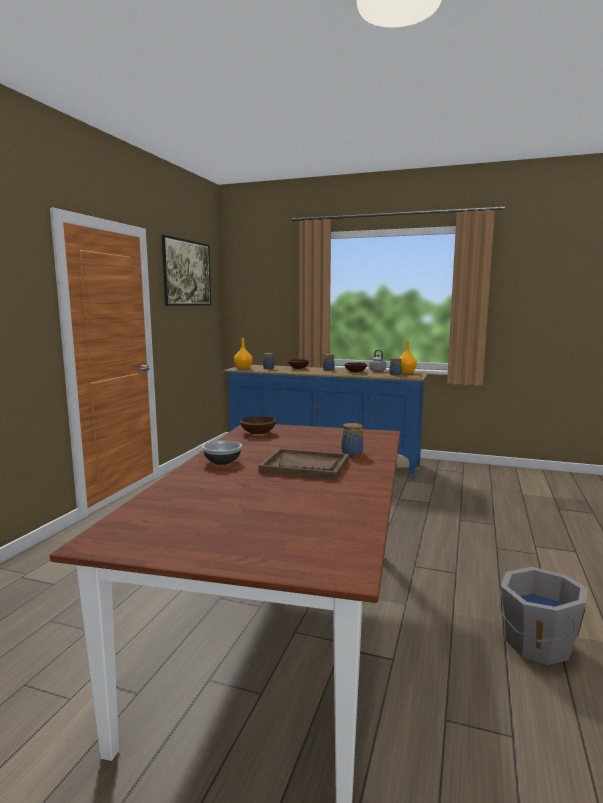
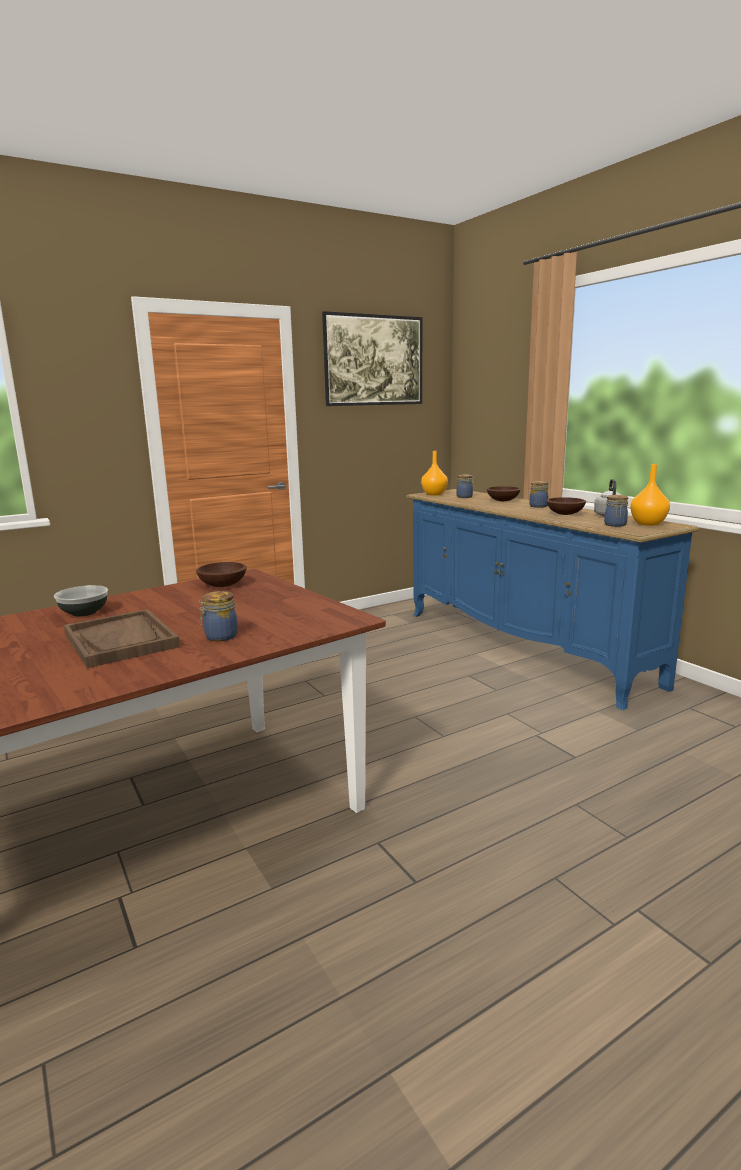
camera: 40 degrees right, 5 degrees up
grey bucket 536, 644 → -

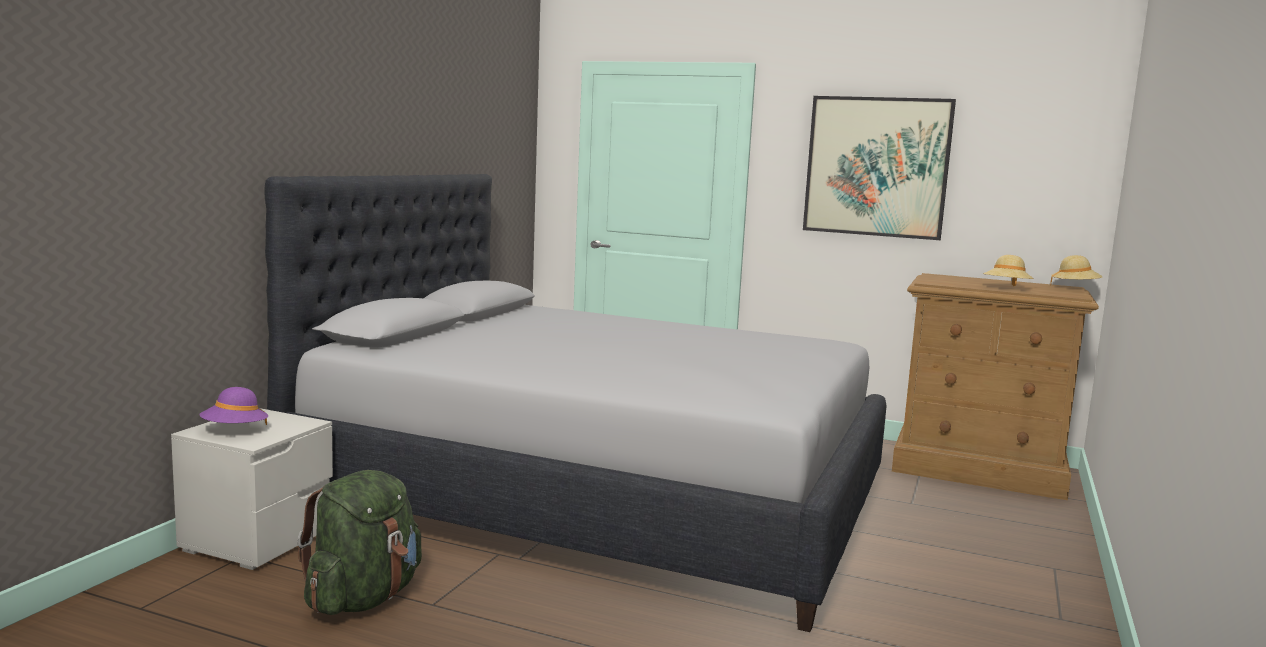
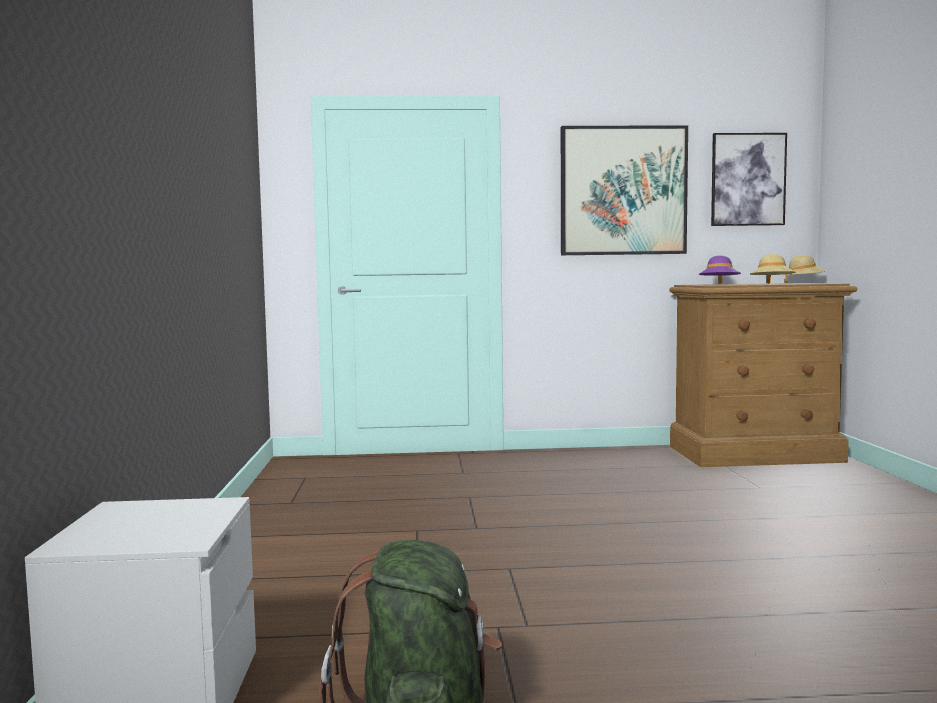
camera: 25 degrees left, 5 degrees down
grey bed 596, 494 → -
- → picture 748, 179
purple hat 234, 430 → purple hat 719, 284, relocated

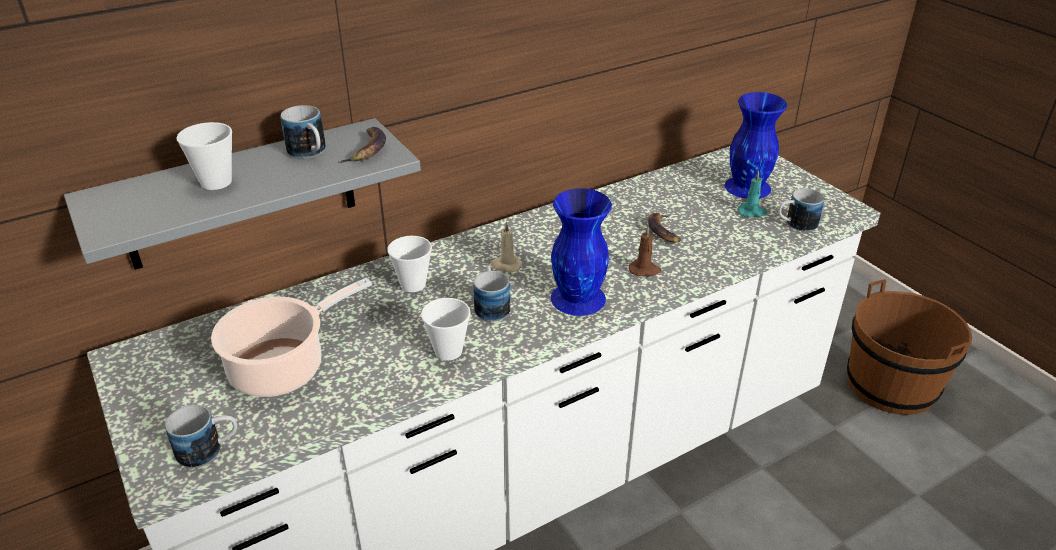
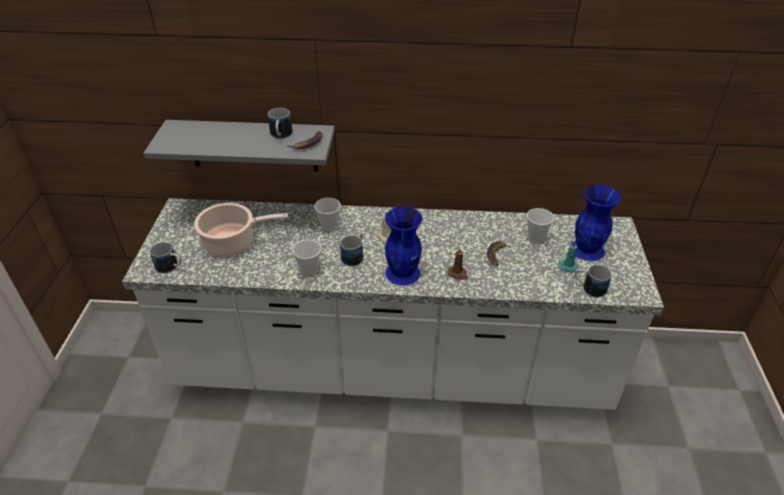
camera: 35 degrees right, 5 degrees up
brown bucket 891, 385 → -
cup 216, 182 → cup 536, 237, relocated

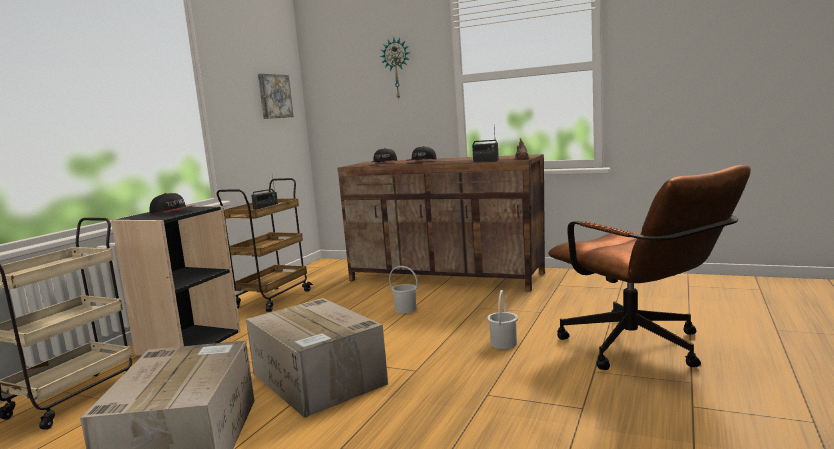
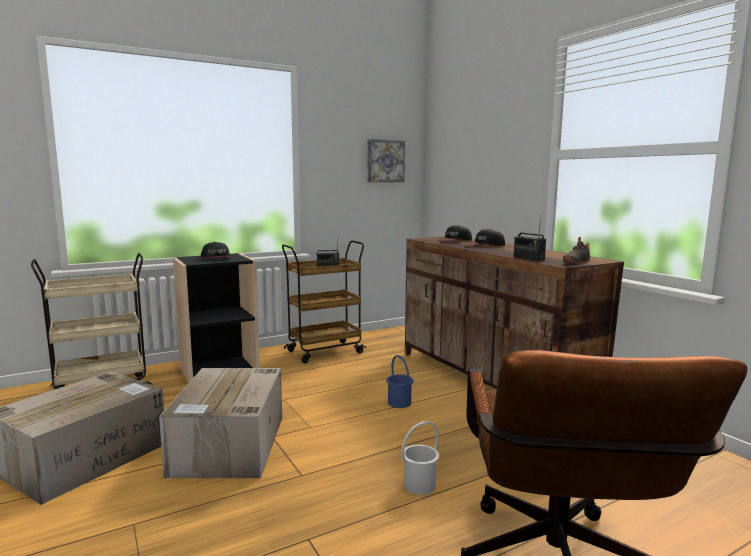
camera: 35 degrees right, 0 degrees up
wall clock 397, 68 → -
white bucket 405, 310 → blue bucket 399, 403

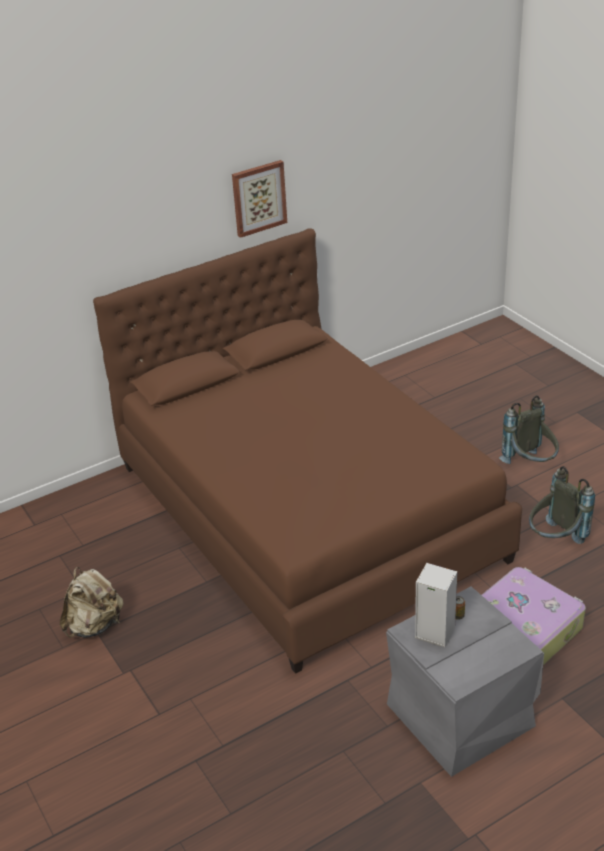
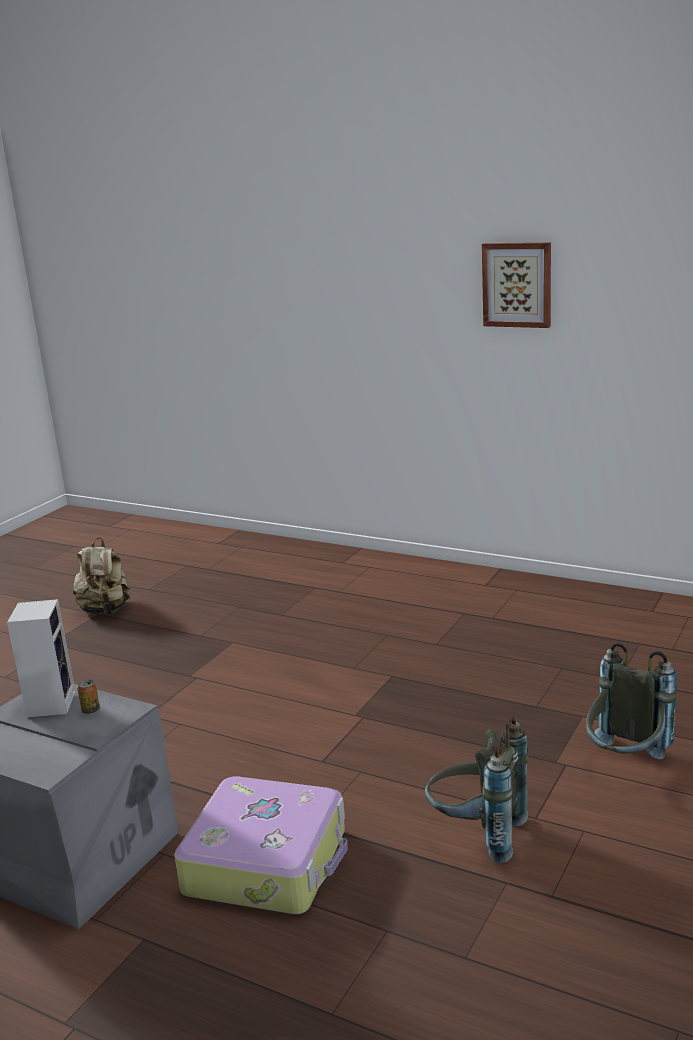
camera: 60 degrees right, 15 degrees down
brown bed 307, 511 → -

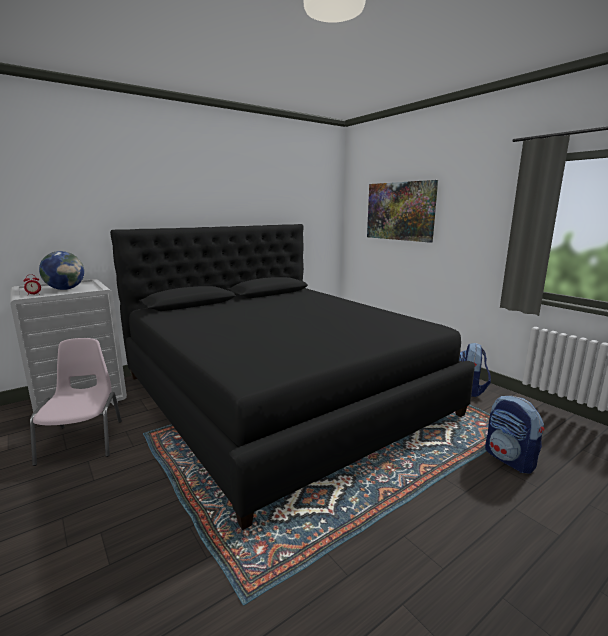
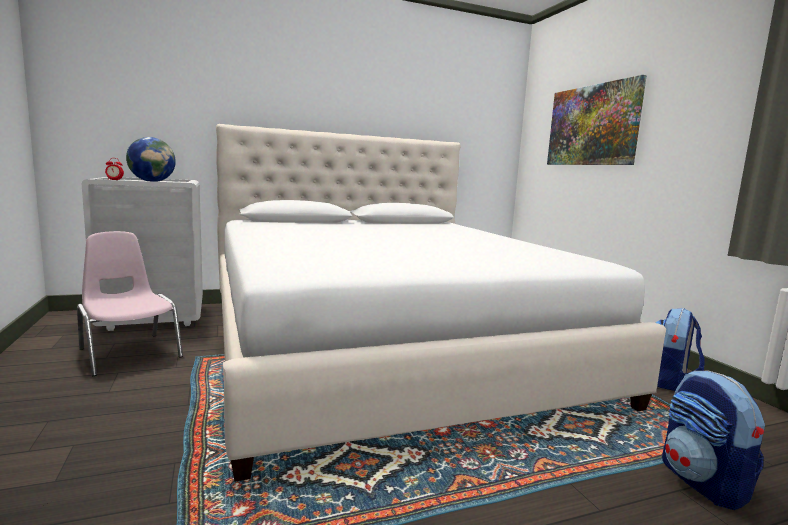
camera: 15 degrees right, 5 degrees down
black bed 281, 394 → white bed 385, 345
pink chair 83, 440 → pink chair 129, 353, 45 degrees counterclockwise

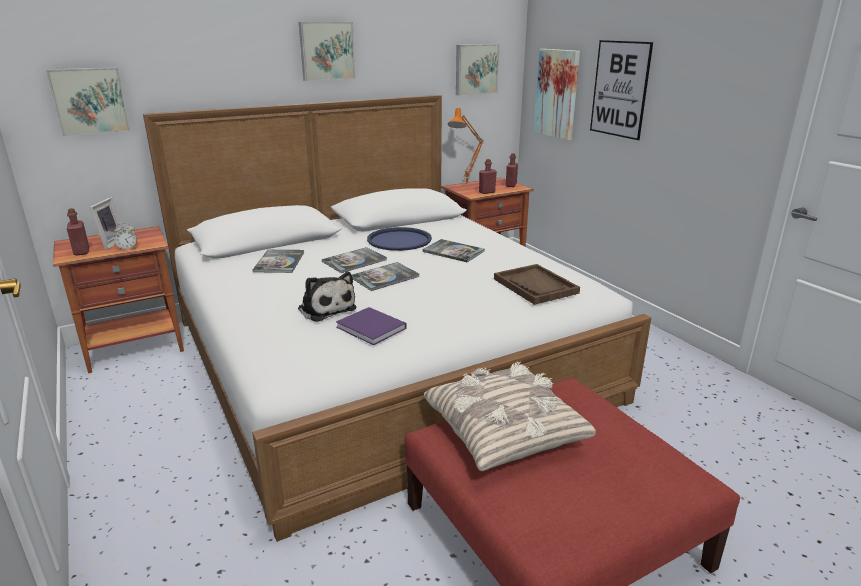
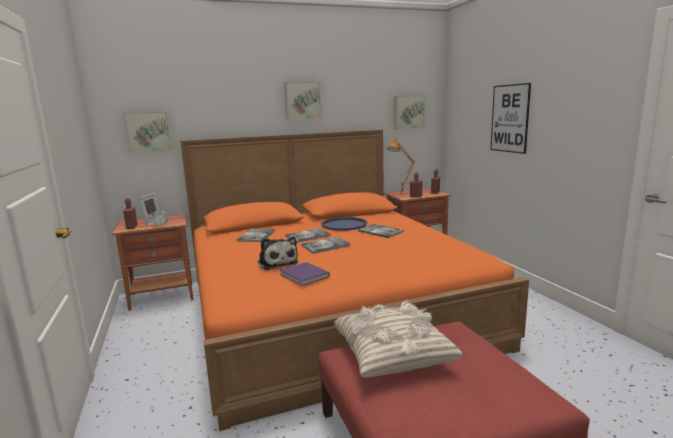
camera: 10 degrees right, 10 degrees down
brown tray 535, 286 → -
picture 557, 94 → -
white bed 383, 357 → orange bed 329, 310

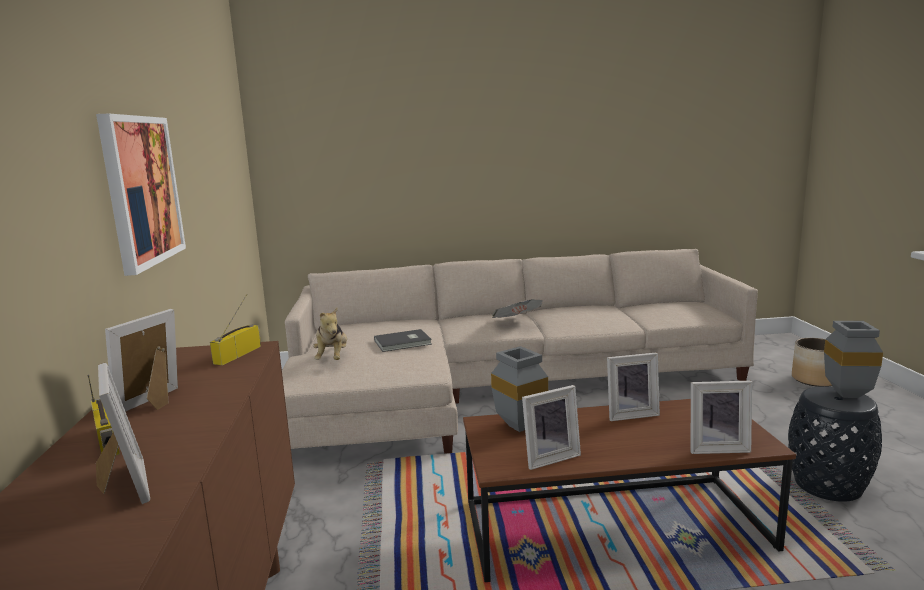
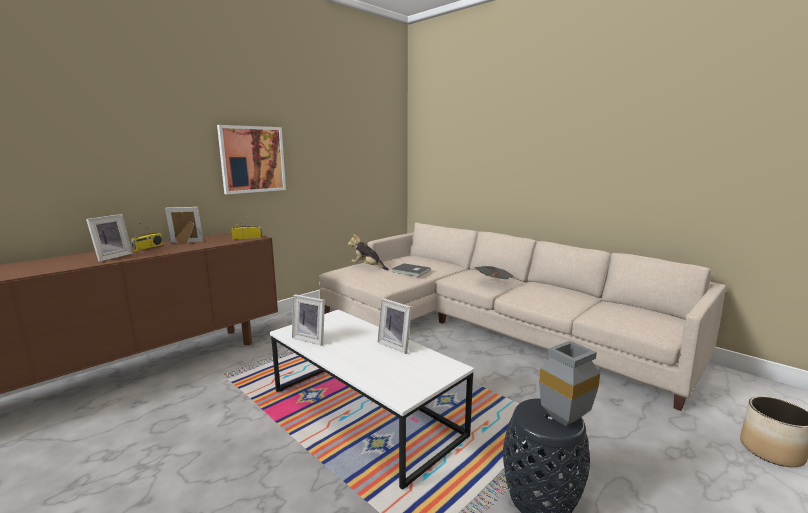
camera: 50 degrees right, 0 degrees up
grey vase 522, 427 → -
picture frame 716, 447 → -
brown coffee table 613, 527 → white coffee table 364, 413
plush toy 332, 358 → plush toy 367, 267, 75 degrees clockwise

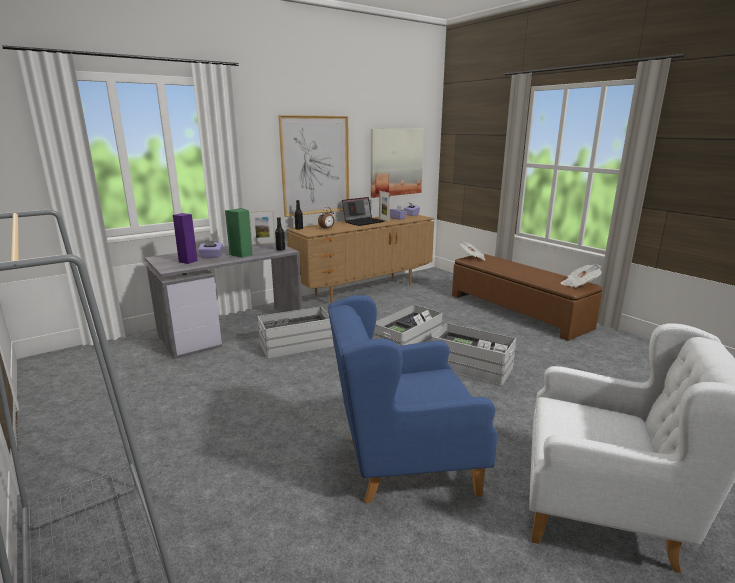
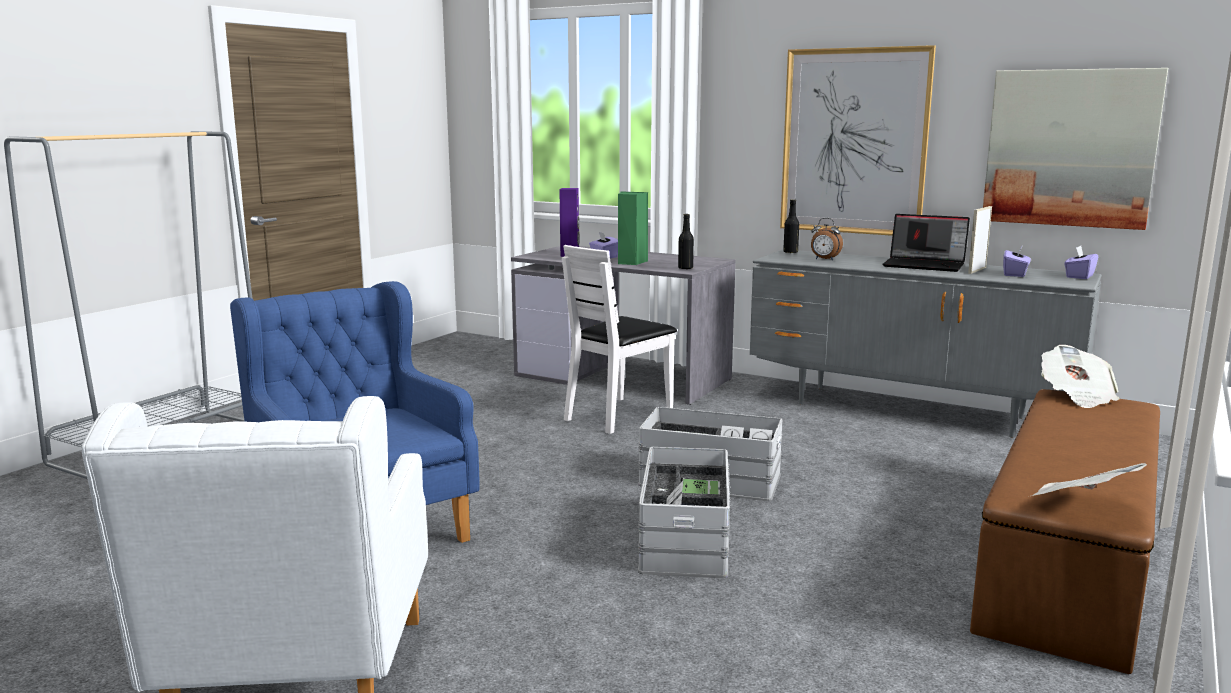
camera: 65 degrees right, 5 degrees down
picture frame 263, 243 → -
grey storage box 296, 345 → white chair 618, 416
brown dresser 365, 290 → grey dresser 907, 411

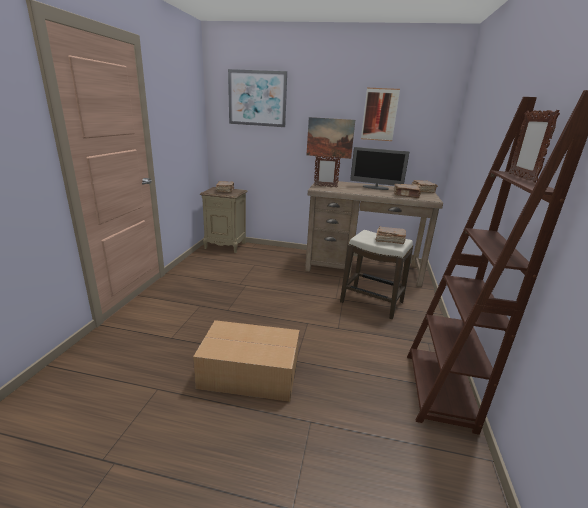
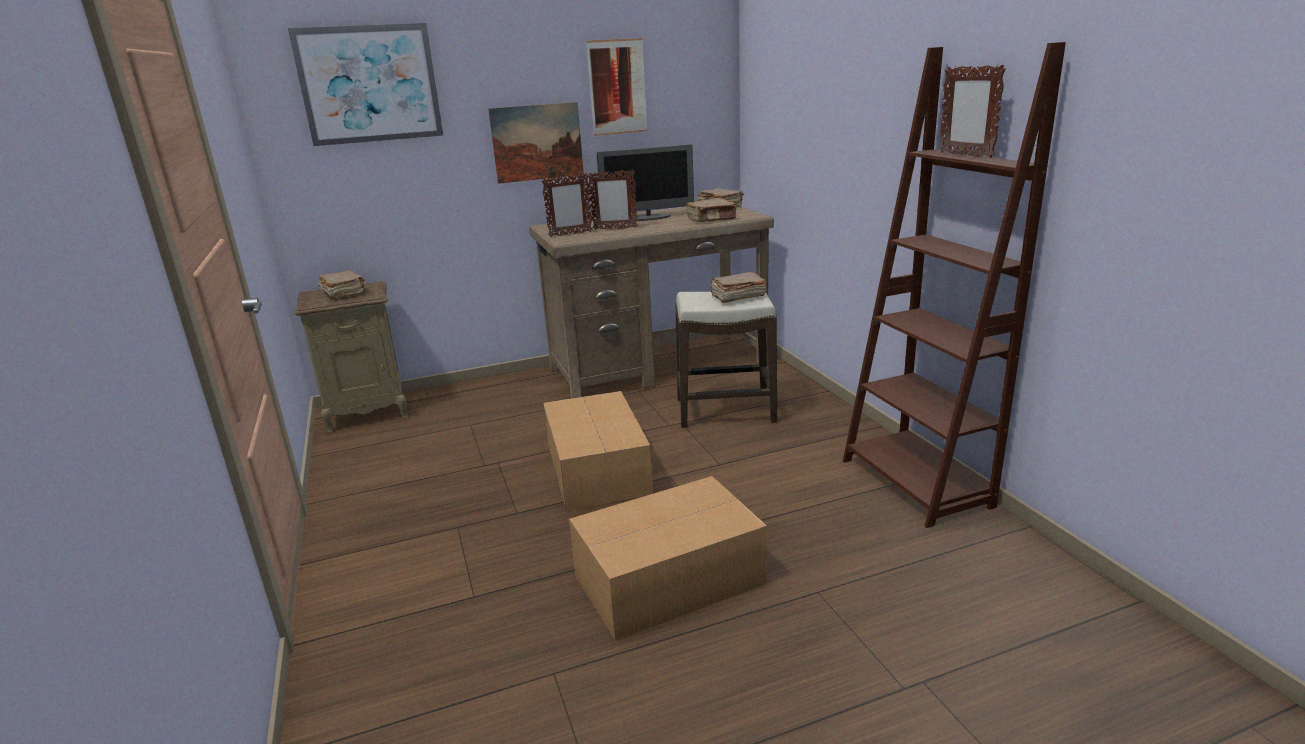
camera: 30 degrees left, 0 degrees up
- → cardboard box 598, 469
- → picture frame 615, 229

